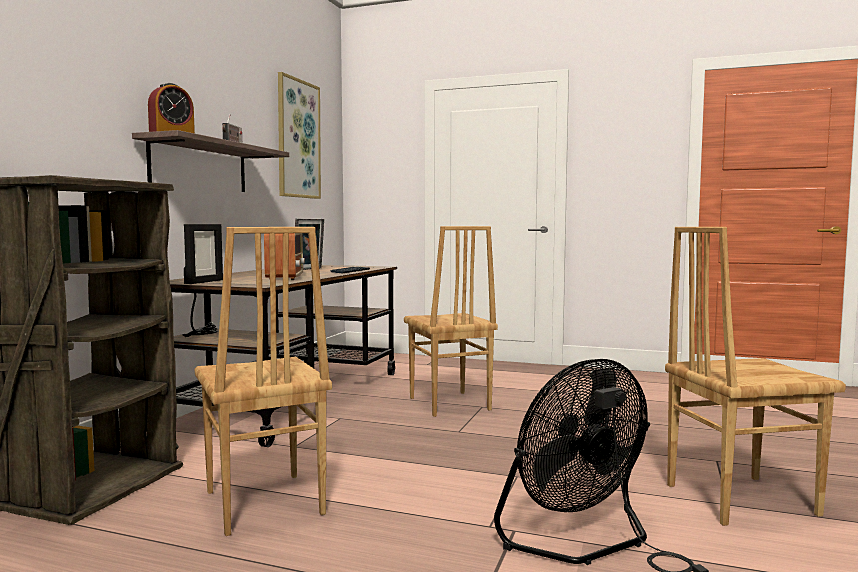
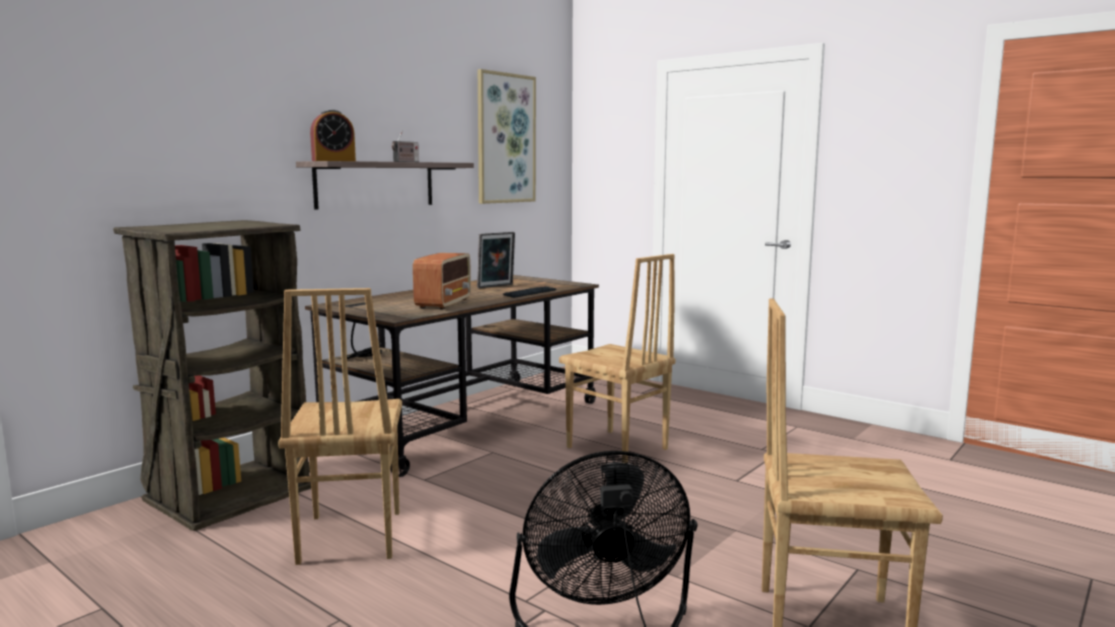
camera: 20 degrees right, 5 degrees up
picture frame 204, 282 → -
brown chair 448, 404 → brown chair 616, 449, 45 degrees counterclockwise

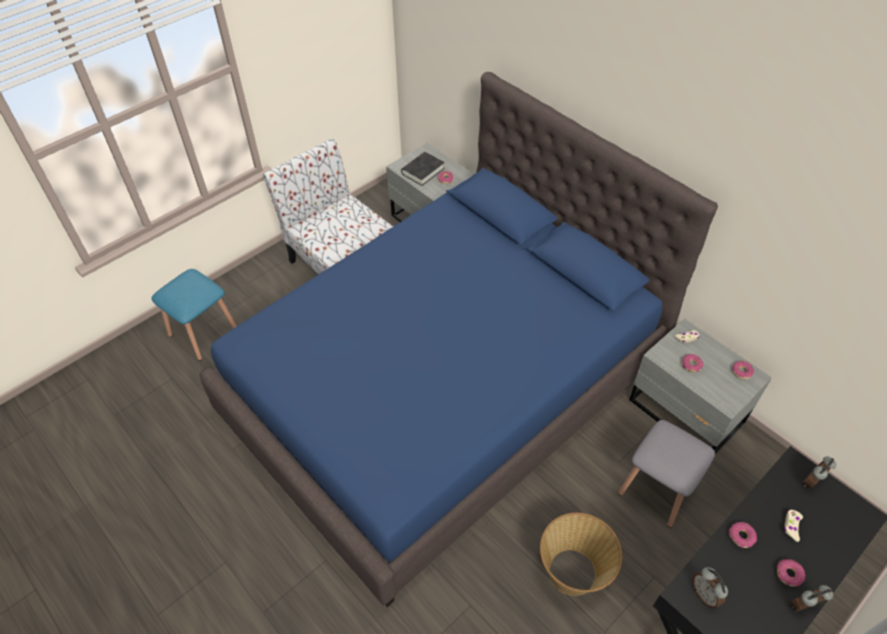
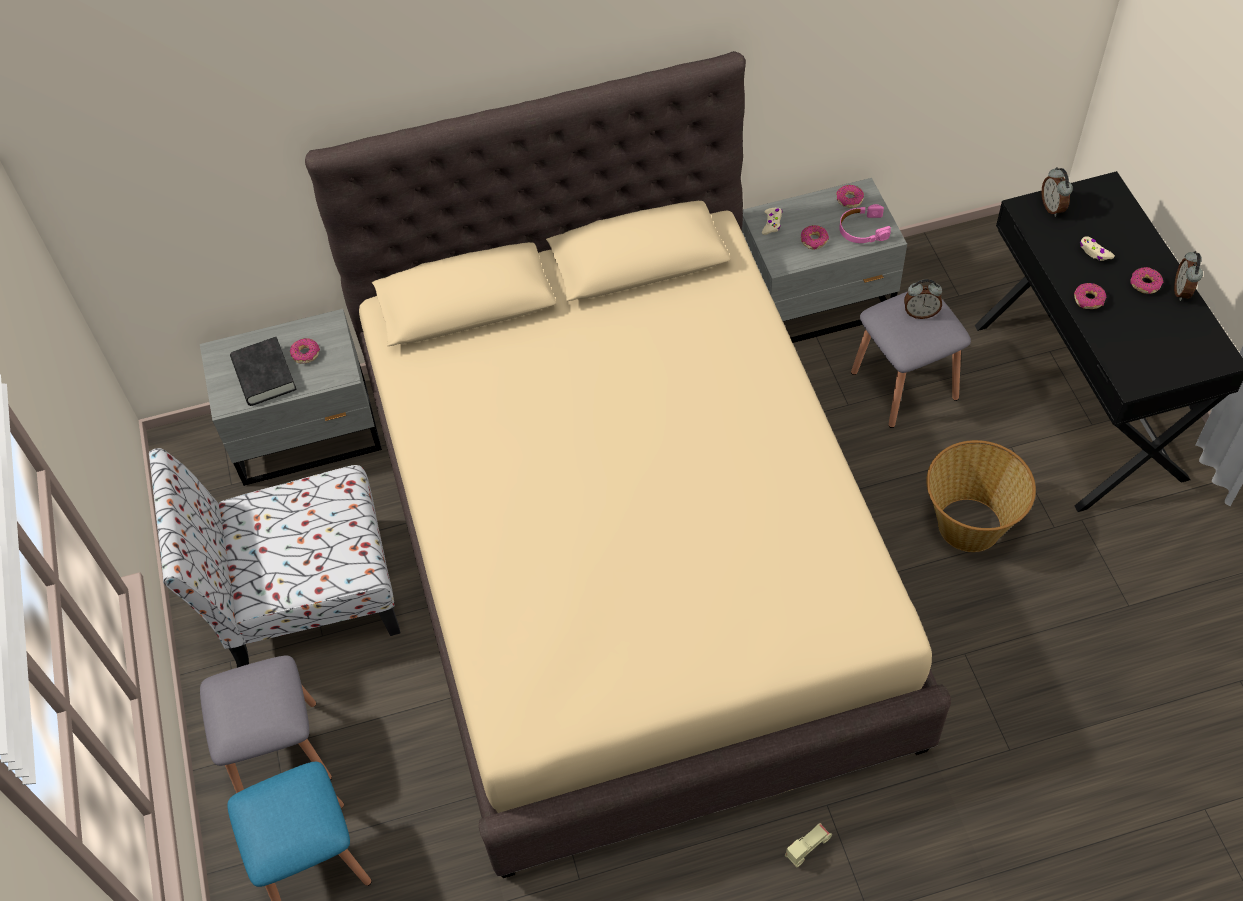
camera: 60 degrees left, 5 degrees up
- → grey stool 279, 752
- → beige toy car 807, 846
- → pink headphones 862, 230
alarm clock 704, 594 → alarm clock 920, 313, relocated
blue bed 445, 387 → beige bed 629, 549

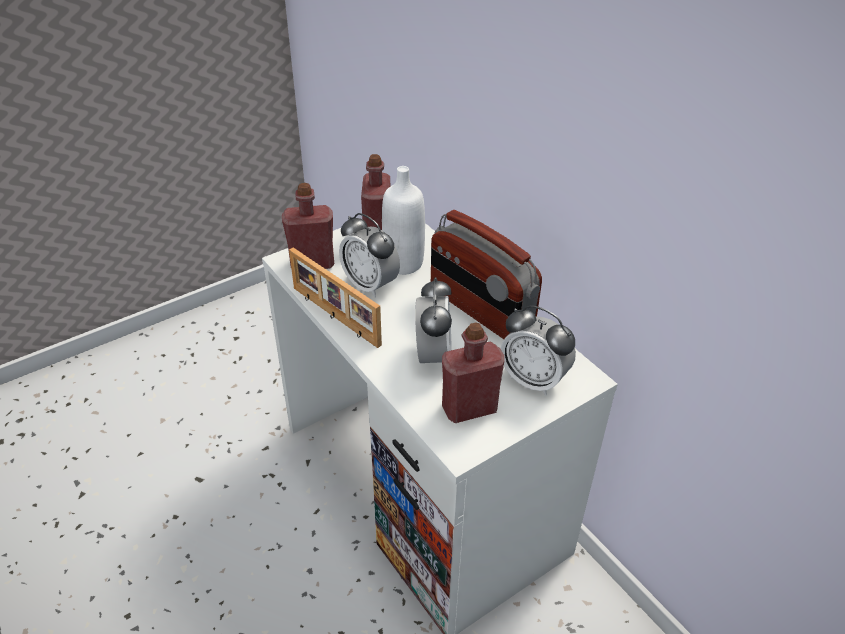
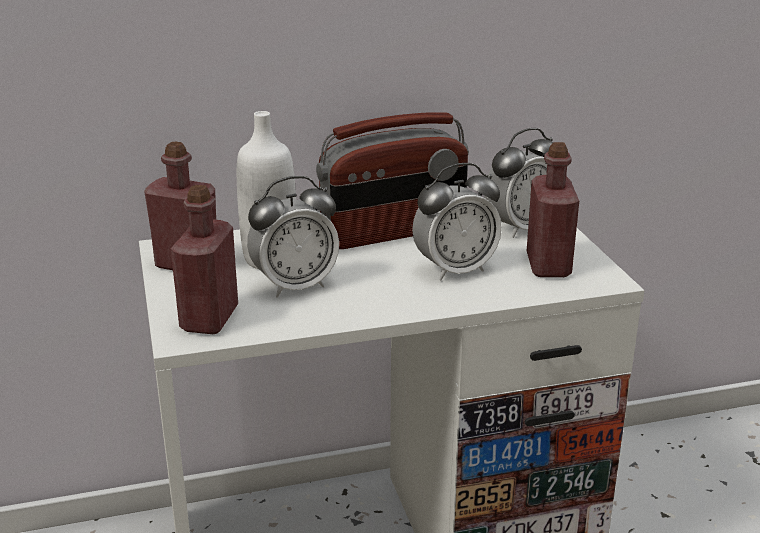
camera: 70 degrees left, 15 degrees down
picture frame 334, 316 → -
alarm clock 433, 356 → alarm clock 455, 270, 135 degrees clockwise

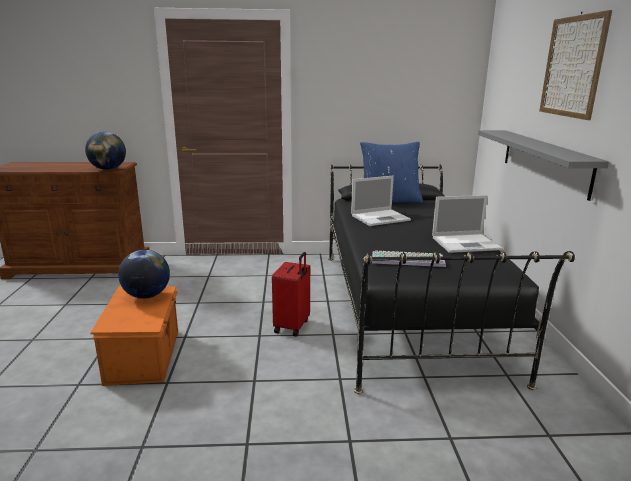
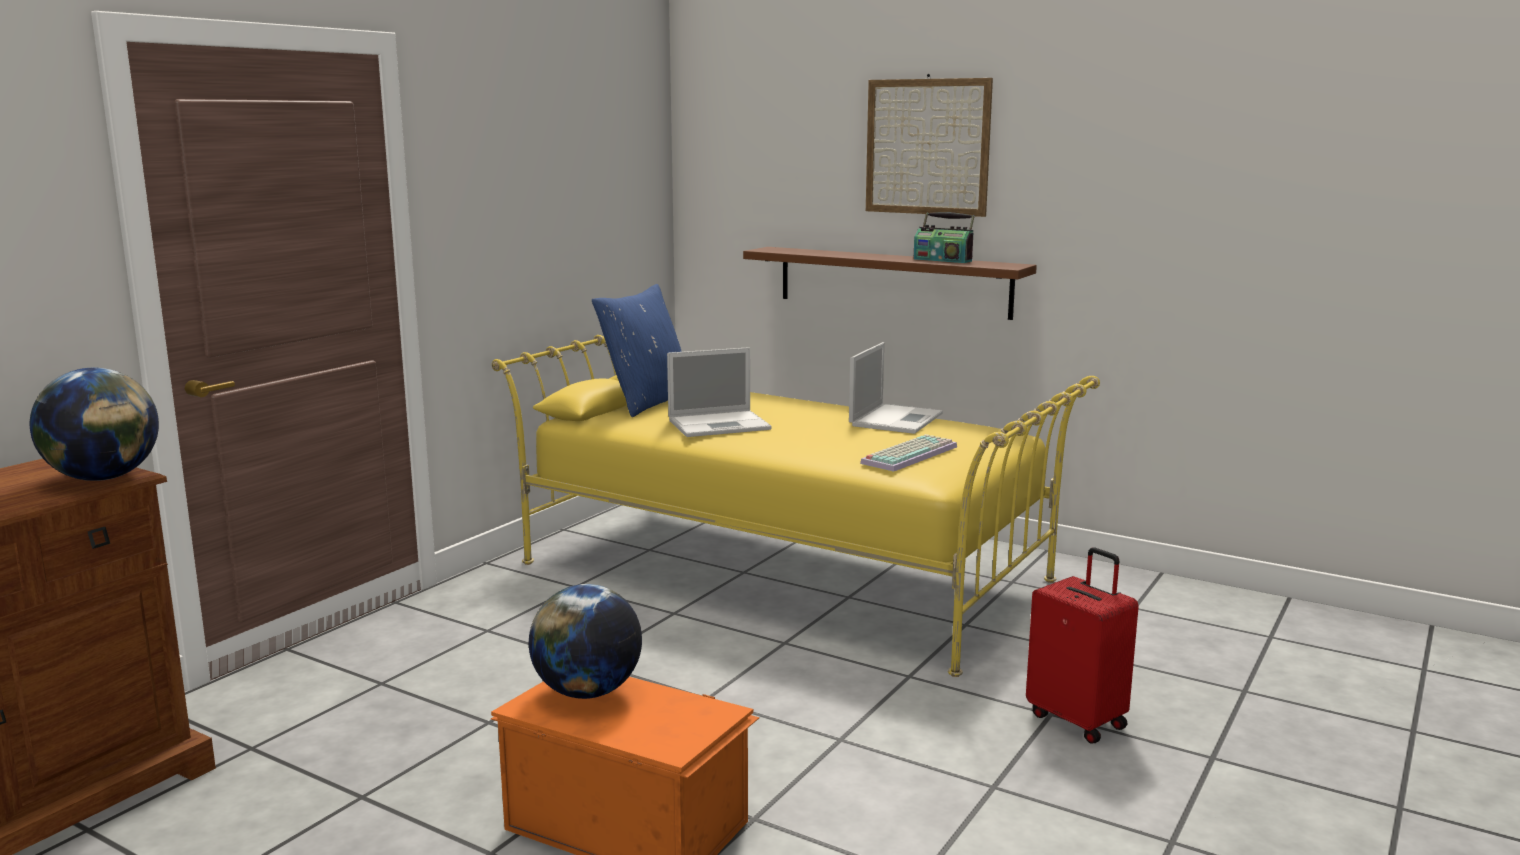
camera: 55 degrees left, 5 degrees down
- → radio 943, 260
red suitcase 293, 326 → red suitcase 1078, 720, relocated
black bed 405, 308 → yellow bed 783, 572
grey shelf 544, 160 → brown shelf 892, 281
laptop 381, 218 → laptop 721, 424, 60 degrees clockwise

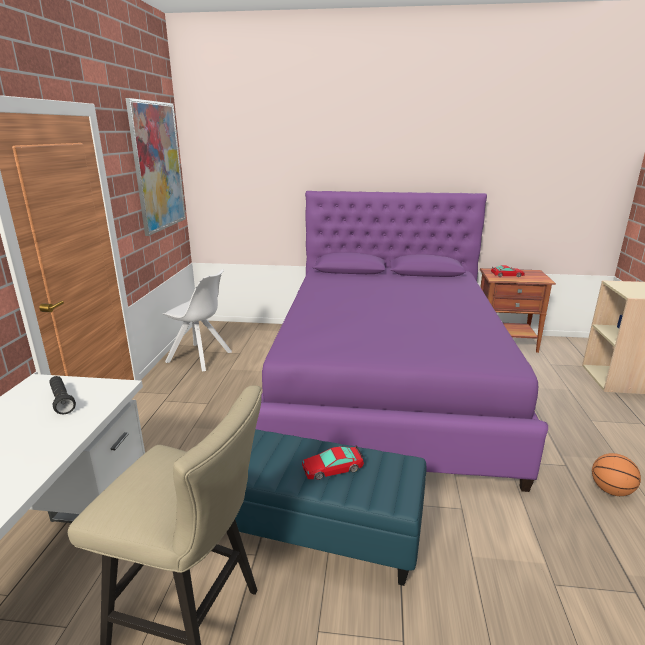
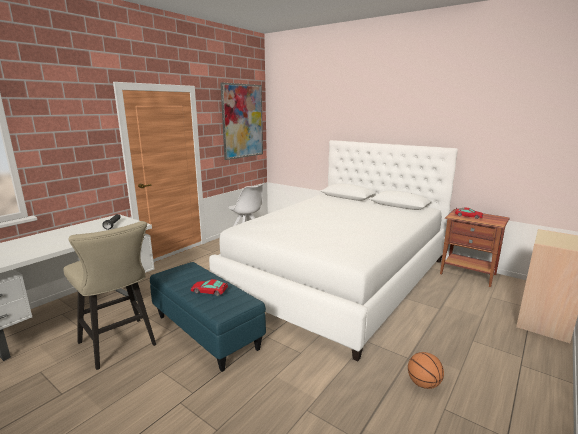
camera: 30 degrees right, 5 degrees down
purple bed 388, 384 → white bed 339, 277

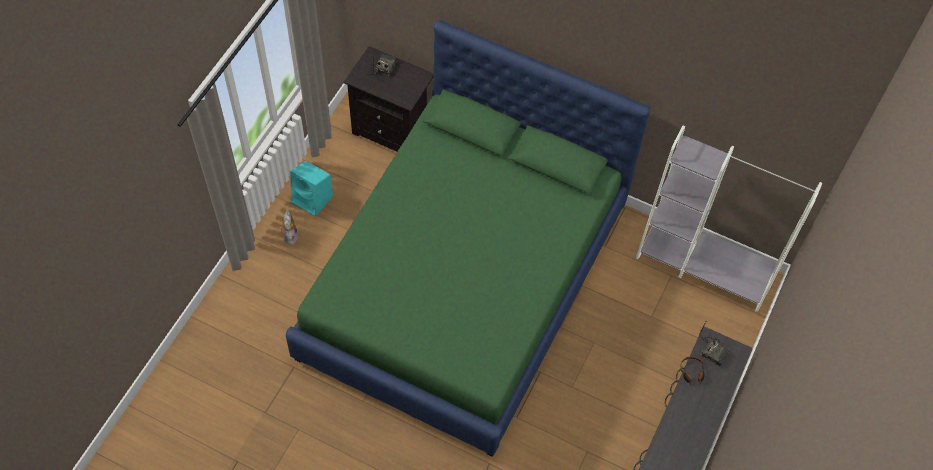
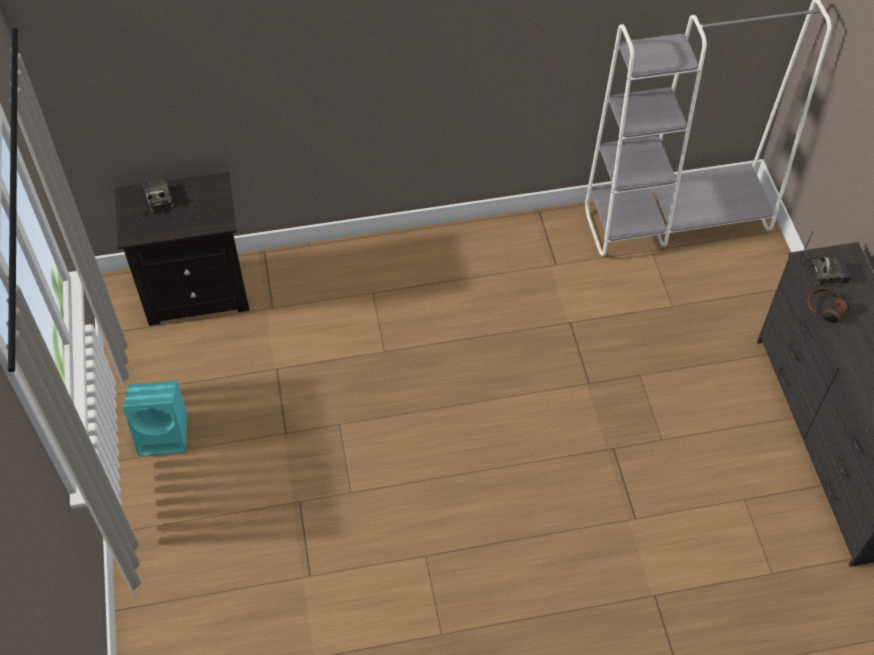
camera: 35 degrees left, 5 degrees down
plush toy 289, 236 → -
green bed 464, 281 → -

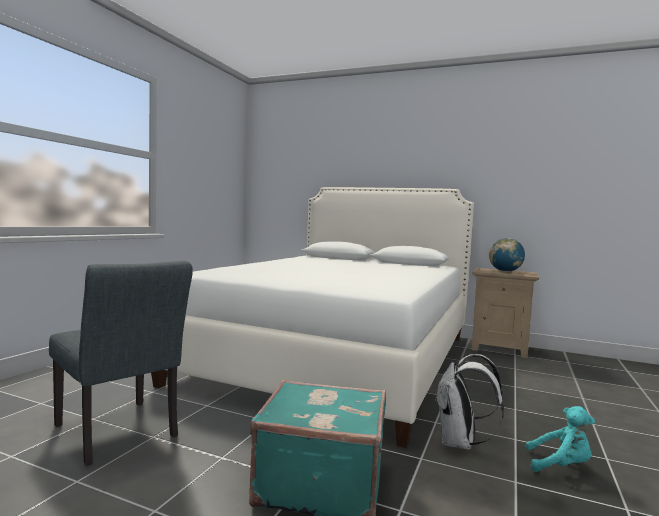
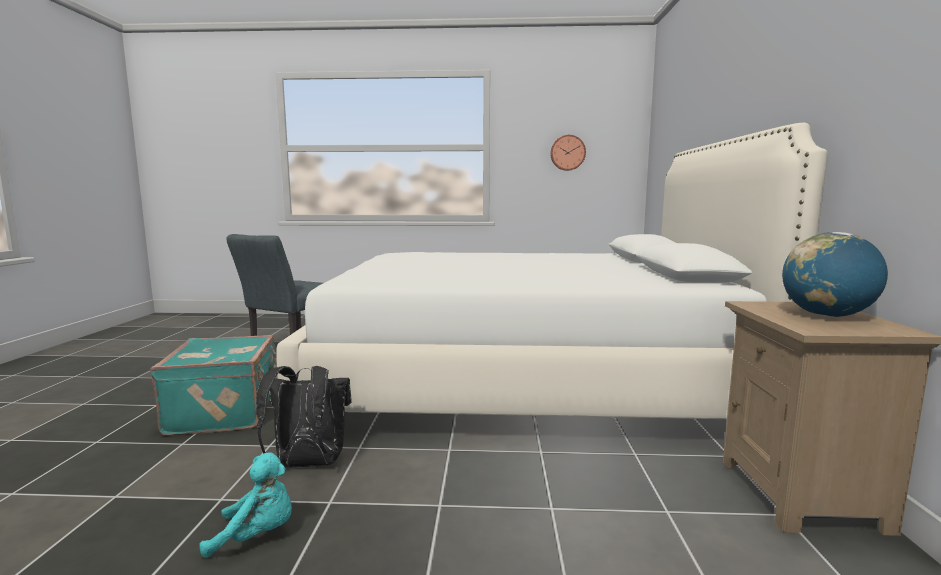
camera: 70 degrees right, 5 degrees up
- → wall clock 567, 153
white backpack 460, 443 → black backpack 308, 464
turquoise plush toy 560, 466 → turquoise plush toy 257, 535, 90 degrees counterclockwise

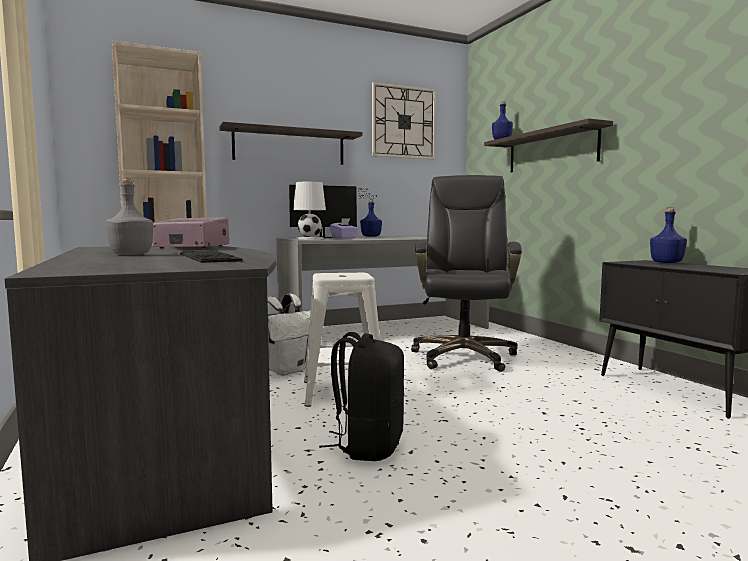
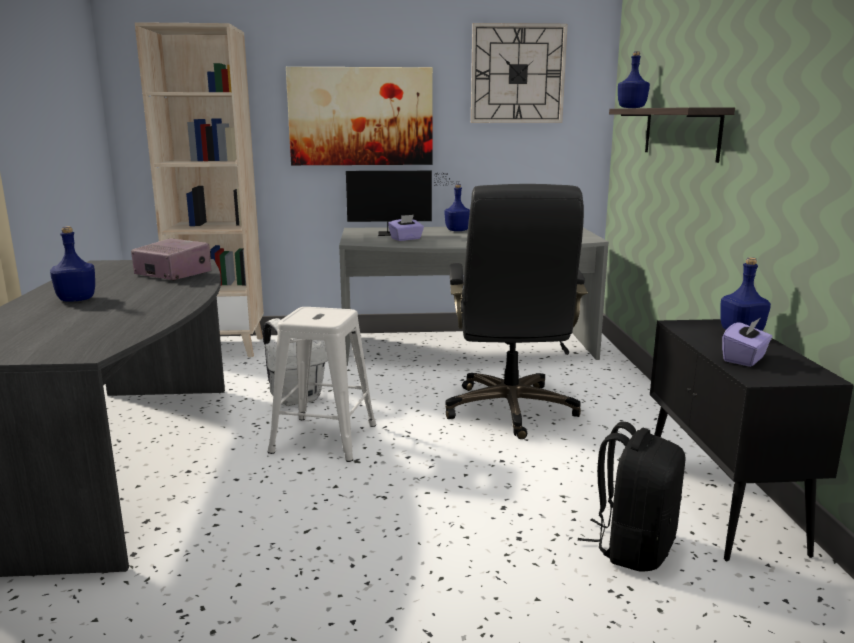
camera: 20 degrees right, 10 degrees up
keyboard 208, 257 → -
white table lamp 310, 239 → -
- → purple tissue box 744, 359
black backpack 368, 446 → black backpack 633, 547, relocated
shelf 289, 146 → picture 361, 116
grey bottle 131, 254 → blue bottle 77, 299
black office chair 464, 358 → black office chair 509, 407, 150 degrees clockwise

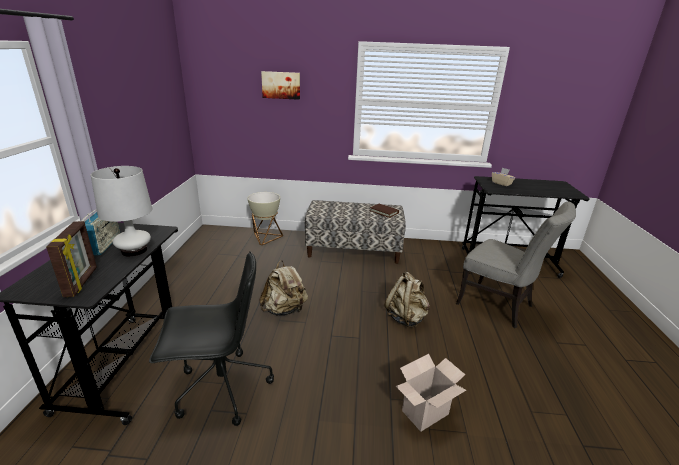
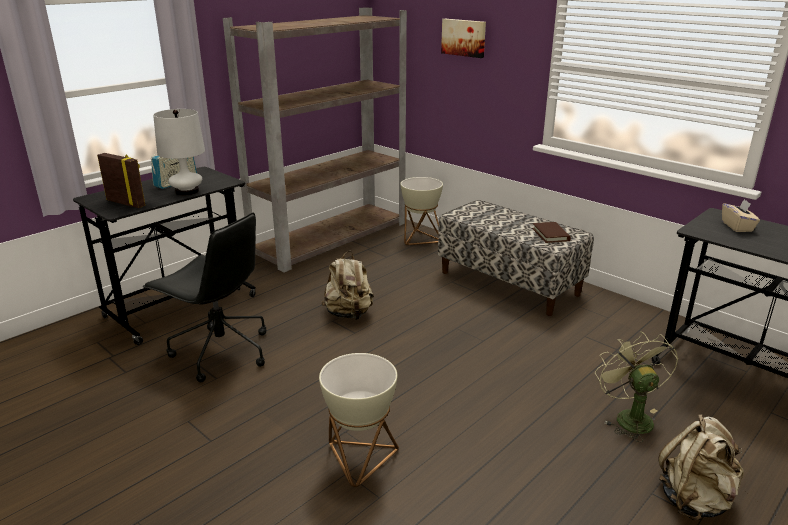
camera: 40 degrees right, 0 degrees up
- → brown bookcase 331, 238
beige backpack 406, 317 → beige backpack 695, 499, relocated
cardboard box 425, 414 → planter 360, 460
grey chair 499, 306 → green fan 628, 417
picture frame 82, 282 → picture frame 126, 203, 90 degrees counterclockwise

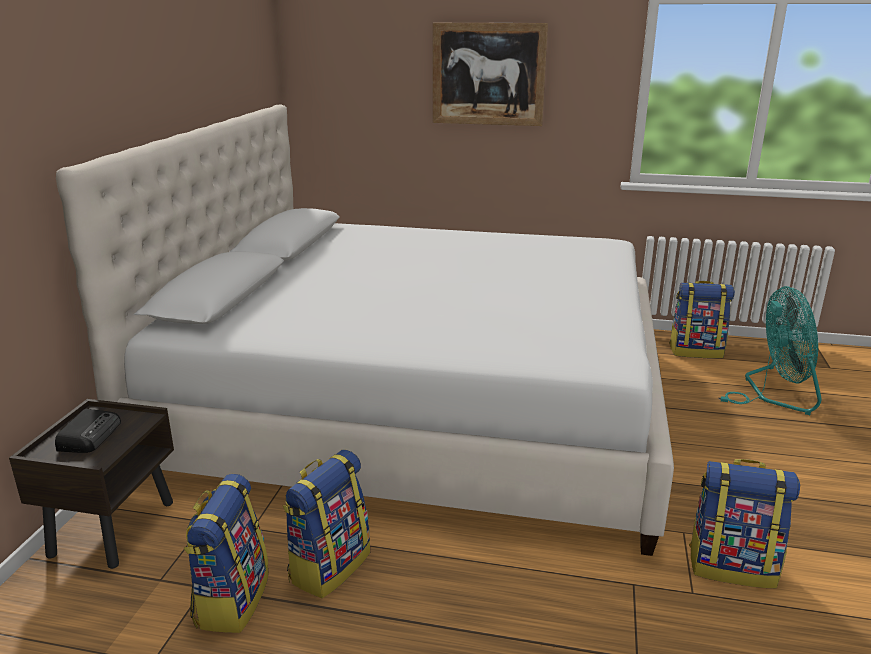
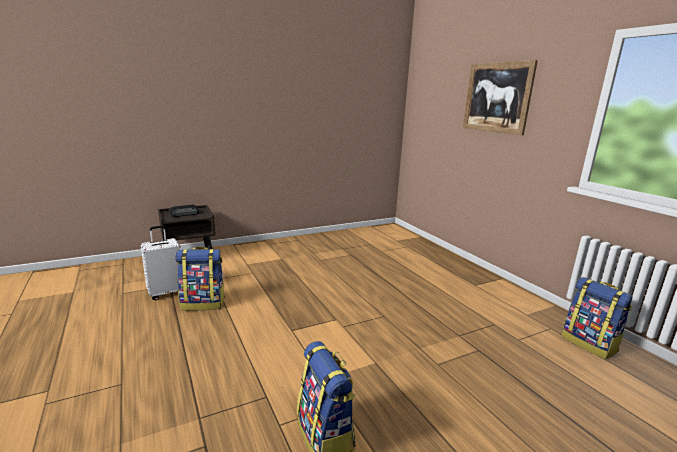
camera: 50 degrees right, 5 degrees down
white bed 419, 403 → -
turquoise fan 769, 391 → -
backpack 231, 599 → white suitcase 166, 293

